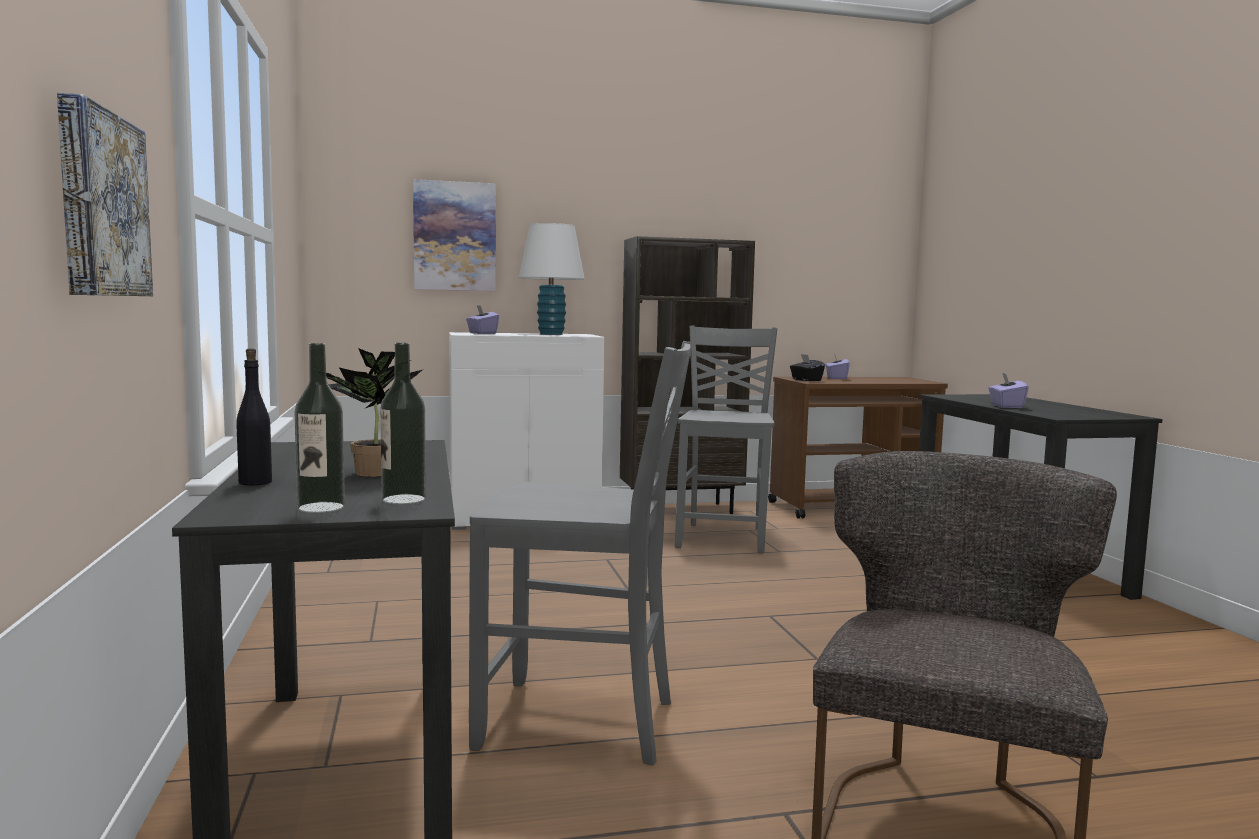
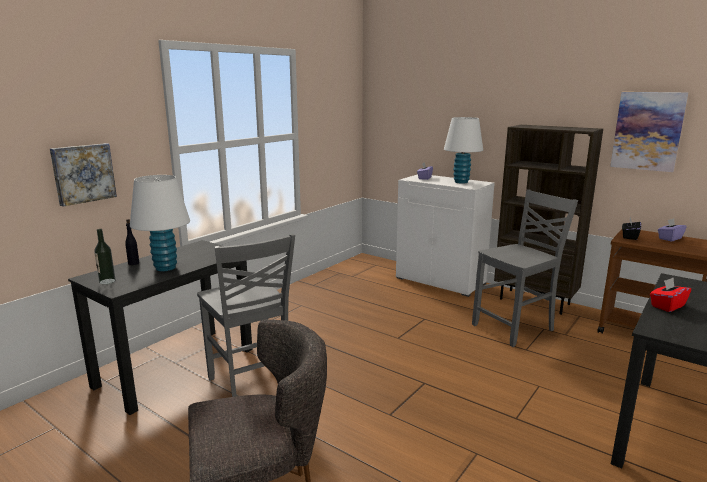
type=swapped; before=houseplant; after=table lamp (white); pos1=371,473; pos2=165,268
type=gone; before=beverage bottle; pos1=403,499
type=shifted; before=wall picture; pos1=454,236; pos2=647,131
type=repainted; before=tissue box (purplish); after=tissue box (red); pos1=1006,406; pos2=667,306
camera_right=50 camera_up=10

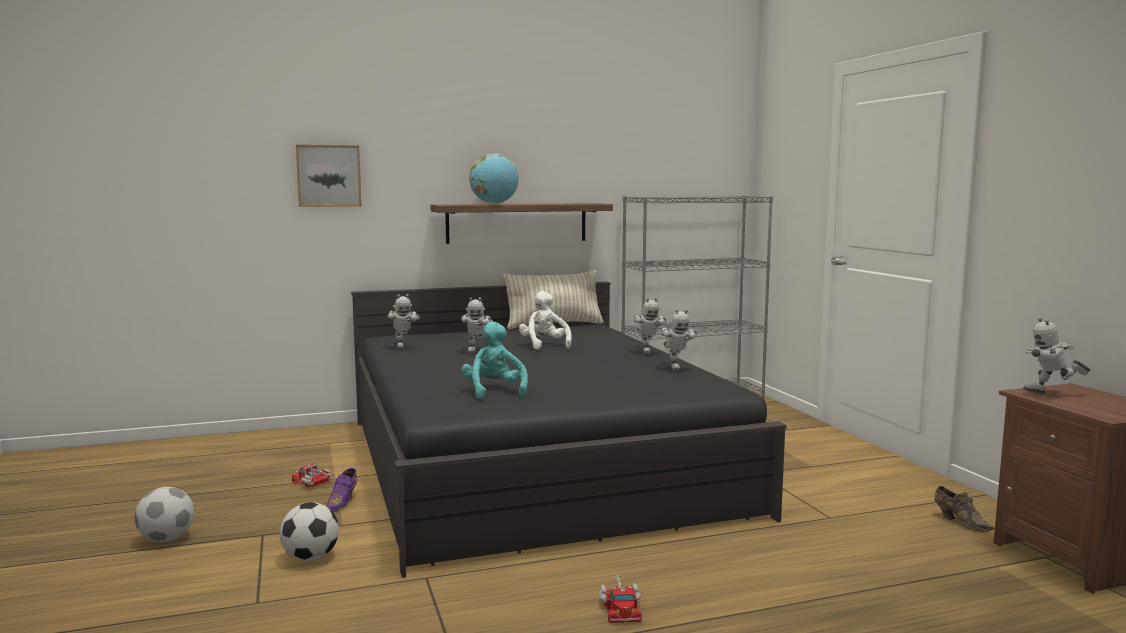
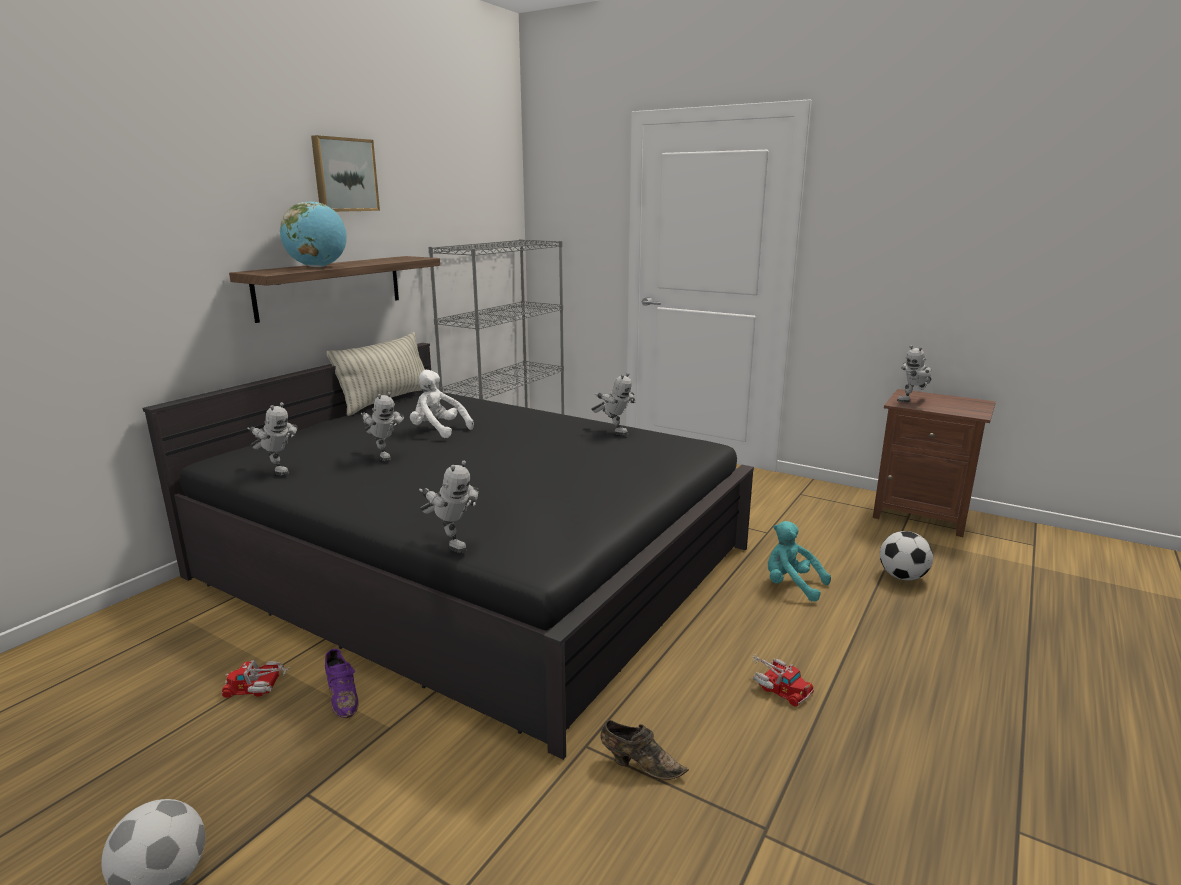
type=shifted; before=football; pos1=310,557; pos2=902,577
type=shifted; before=wall picture; pos1=328,176; pos2=344,175
type=shifted; before=plush toy (blue-green); pos1=494,392; pos2=791,585
type=shifted; before=model robot; pos1=647,351; pos2=451,543
type=shifted; before=shoe (brown-coloured); pos1=960,522; pos2=639,765
camera_right=-40 camera_up=10

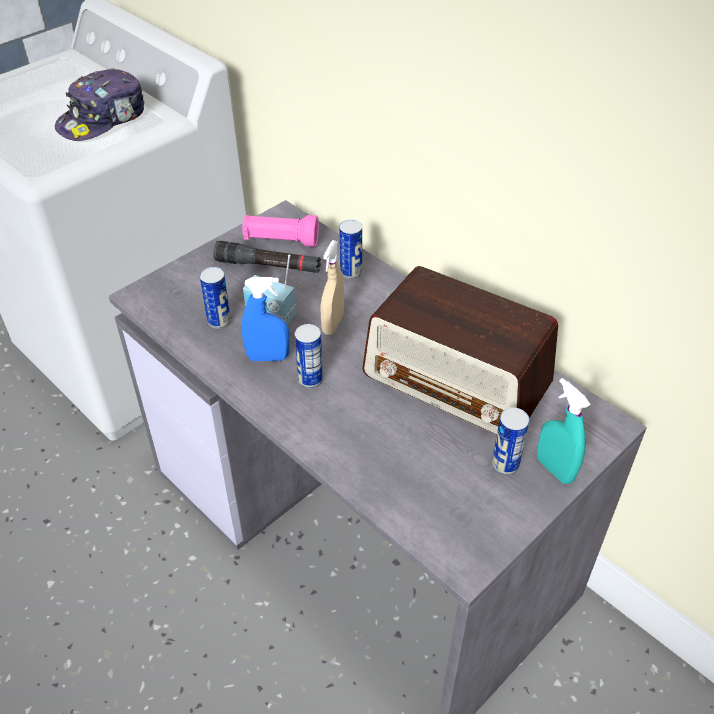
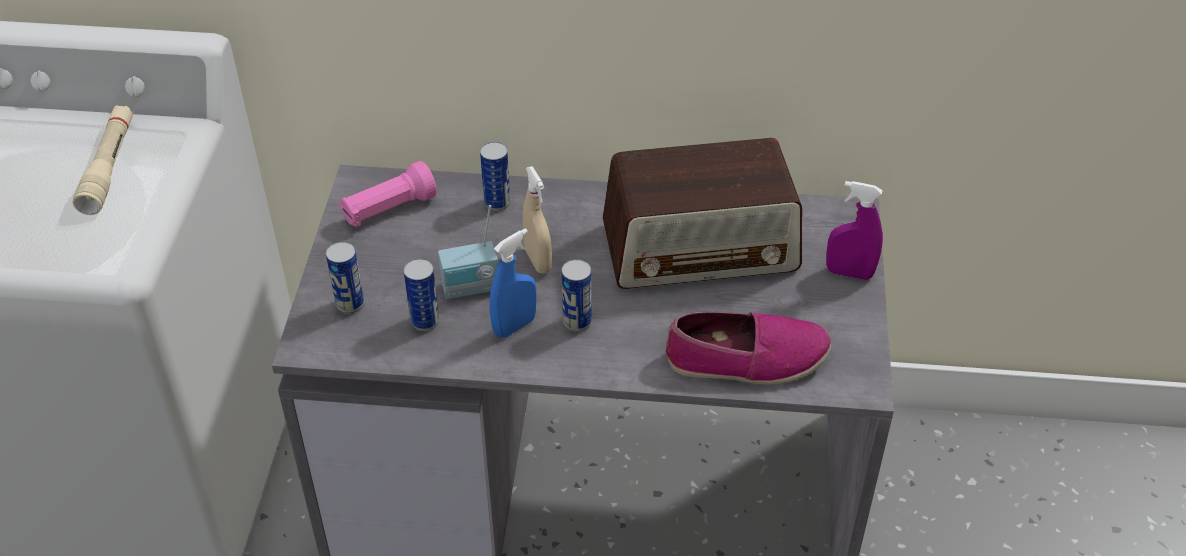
type=swapped; before=baseball cap; after=hand torch (beige); pos1=103,119; pos2=109,167
type=gone; before=hand torch (black-coloured); pos1=268,266
type=shifted; before=can; pos1=505,464; pos2=350,304
type=repainted; before=spray bottle (blue-green); after=spray bottle (purplish); pos1=554,469; pos2=849,273
type=new; after=shoe; pos2=746,359
camera_right=-40 camera_up=0

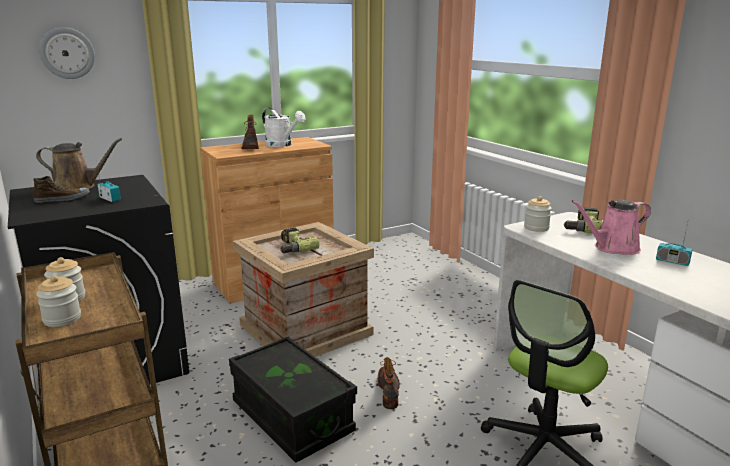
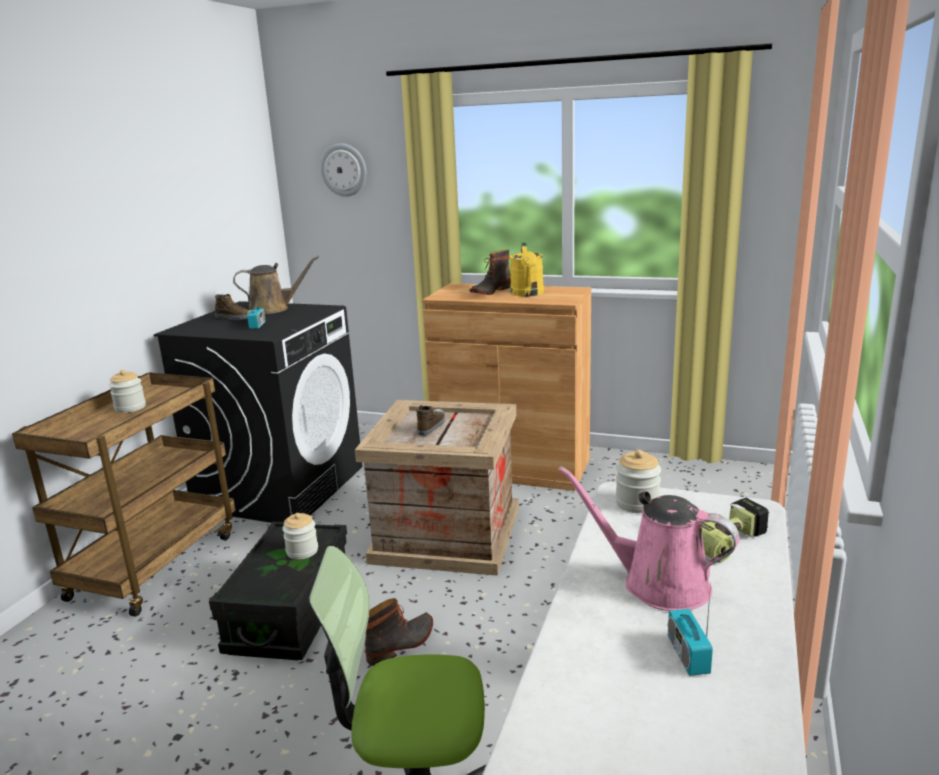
type=rotated; before=sprinkling can (brown-coloured); pos1=78,187; pos2=273,309; turn=-60
type=shifted; before=jar; pos1=62,319; pos2=302,551
type=repainted; before=sprinkling can (white); after=sprinkling can (yellow-coloured); pos1=282,145; pos2=527,294
type=swapped; before=electric drill; after=shoe; pos1=292,247; pos2=432,426
camera_right=50 camera_up=0

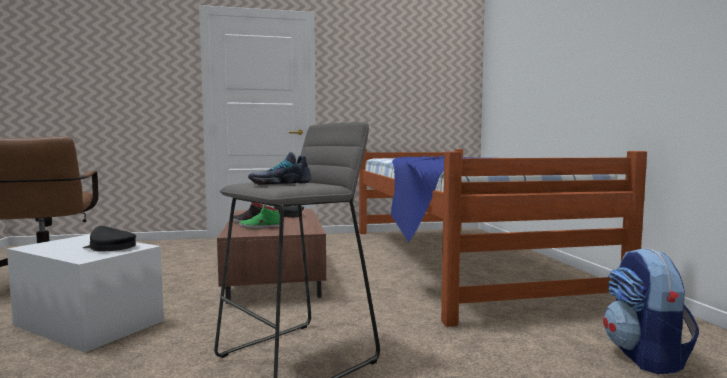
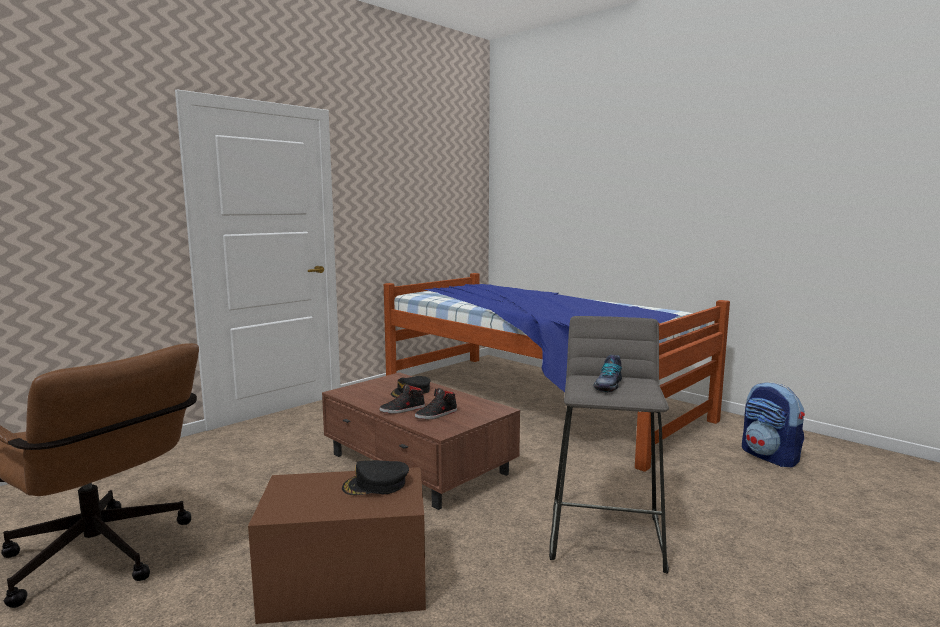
type=repainted; before=storage bin (white); after=storage bin (brown-coloured); pos1=88,323; pos2=346,583
type=repainted; before=shoe (greenish); after=shoe (black-coloured); pos1=260,227; pos2=436,415
camera_right=-35 camera_up=5

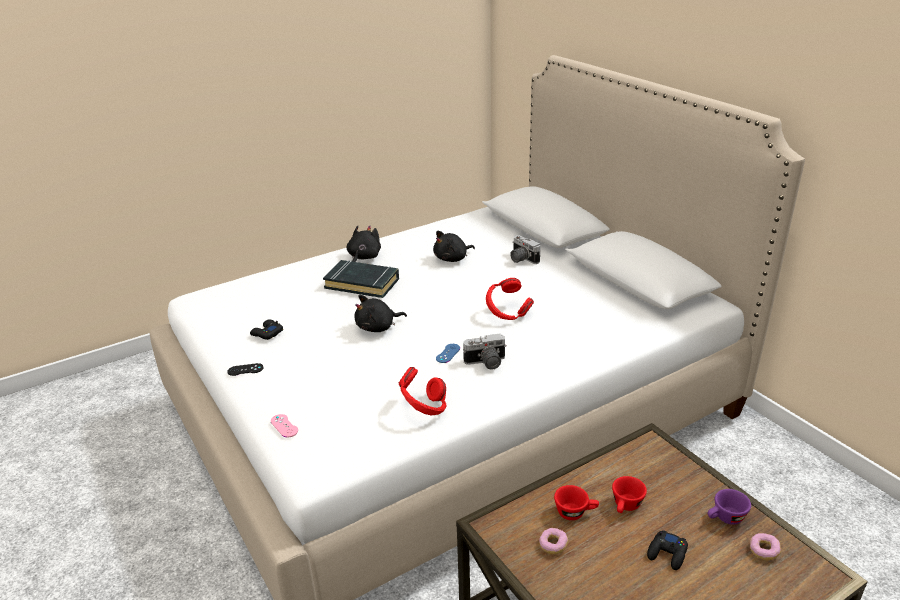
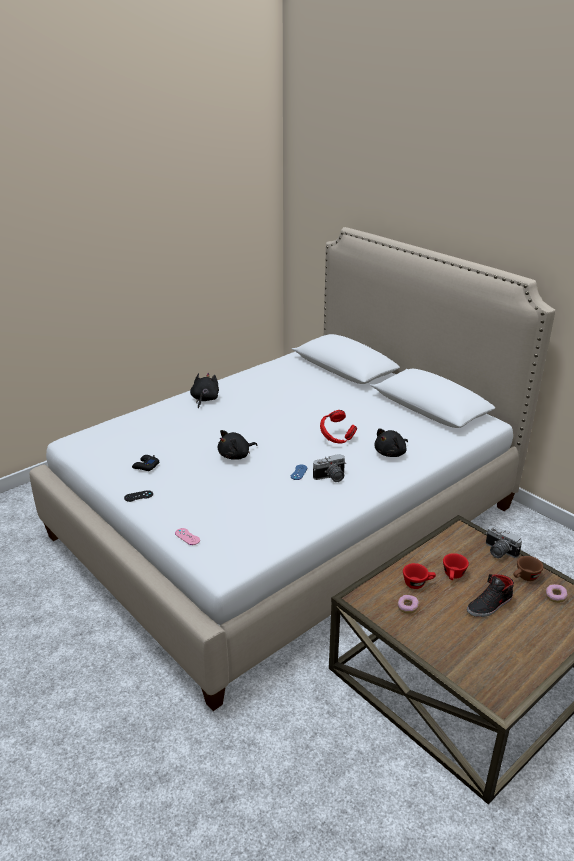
type=gone; before=volume (black-coloured); pos1=362,283
type=gone; before=headset (red); pos1=424,409
type=shifted; before=plush toy (black-coloured); pos1=452,259; pos2=391,453
type=shifted; before=still camera; pos1=521,259; pos2=498,552
type=swapped; before=gamepad (black-coloured); after=shoe (black-coloured); pos1=667,553; pos2=490,605
type=repainted; before=small cup (purplish); after=small cup (brown-coloured); pos1=725,518; pos2=525,577
camera_right=-10 camera_up=0

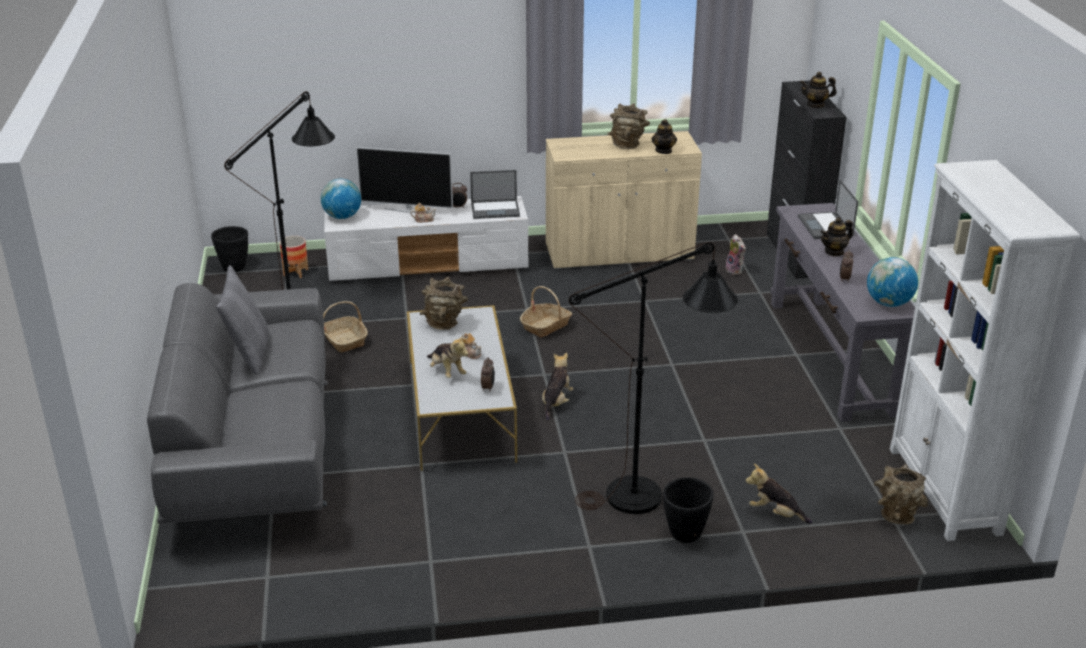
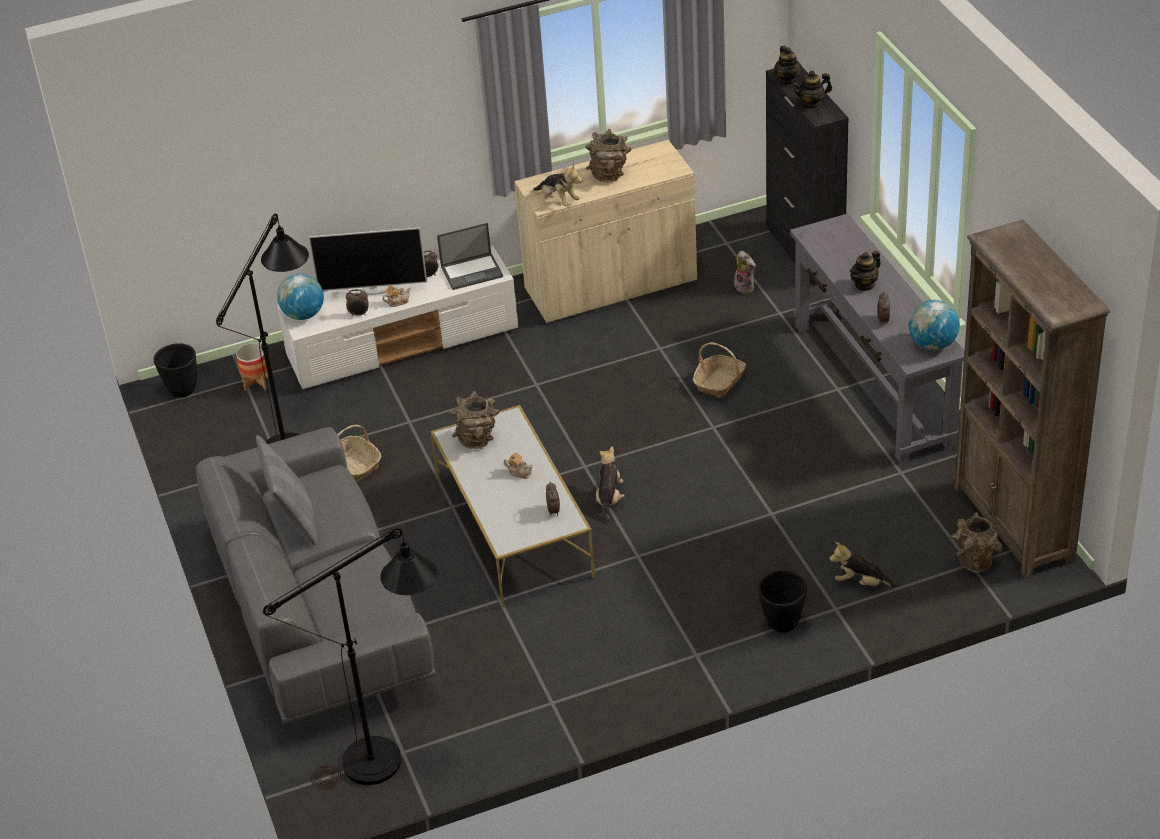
type=shifted; before=plush toy; pos1=447,371; pos2=558,200
type=shifted; before=basket; pos1=546,326; pos2=719,382
type=shifted; before=floor lamp (black-coloured); pos1=650,495; pos2=388,756
type=shifted; before=teapot; pos1=663,151; pos2=787,80
type=gone; before=portable computer; pos1=825,226
type=repainted; before=bookcase (white); after=bookcase (brown-coloured); pos1=944,491; pos2=1013,525
type=new; after=bedside clock; pos2=359,314
camera_right=-10 camera_up=10

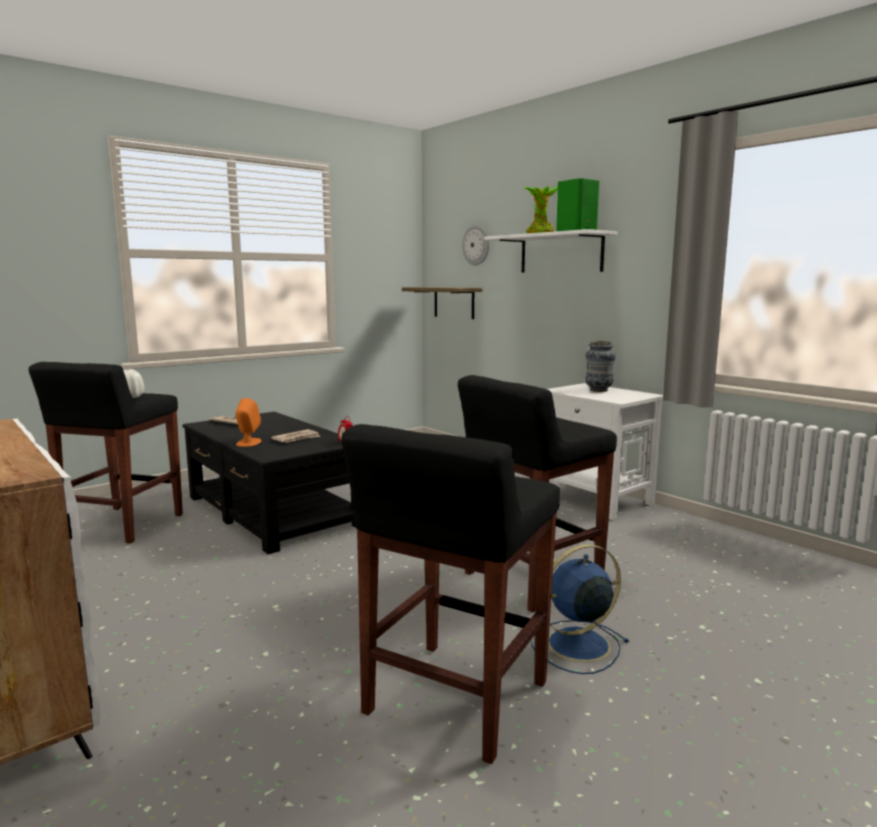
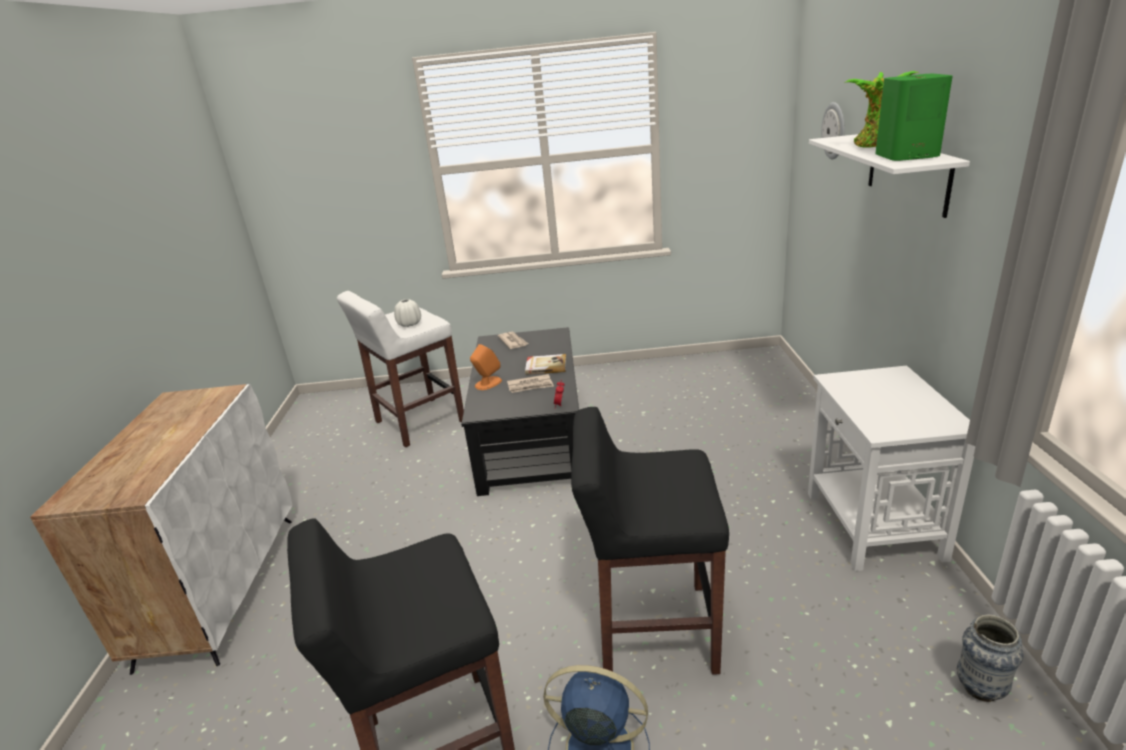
type=repainted; before=stool (black-coloured); after=stool (white); pos1=121,525; pos2=418,422
type=gone; before=shelf; pos1=454,302
type=shifted; before=decorative vase; pos1=598,390; pos2=980,688
type=new; after=volume; pos2=546,366
camera_right=40 camera_up=15

